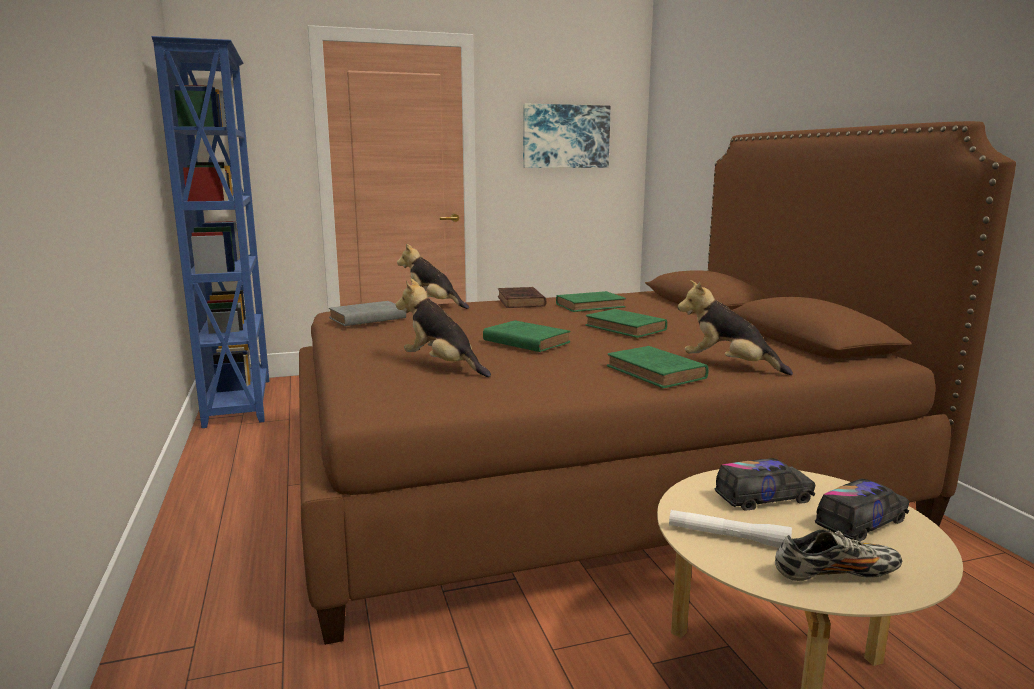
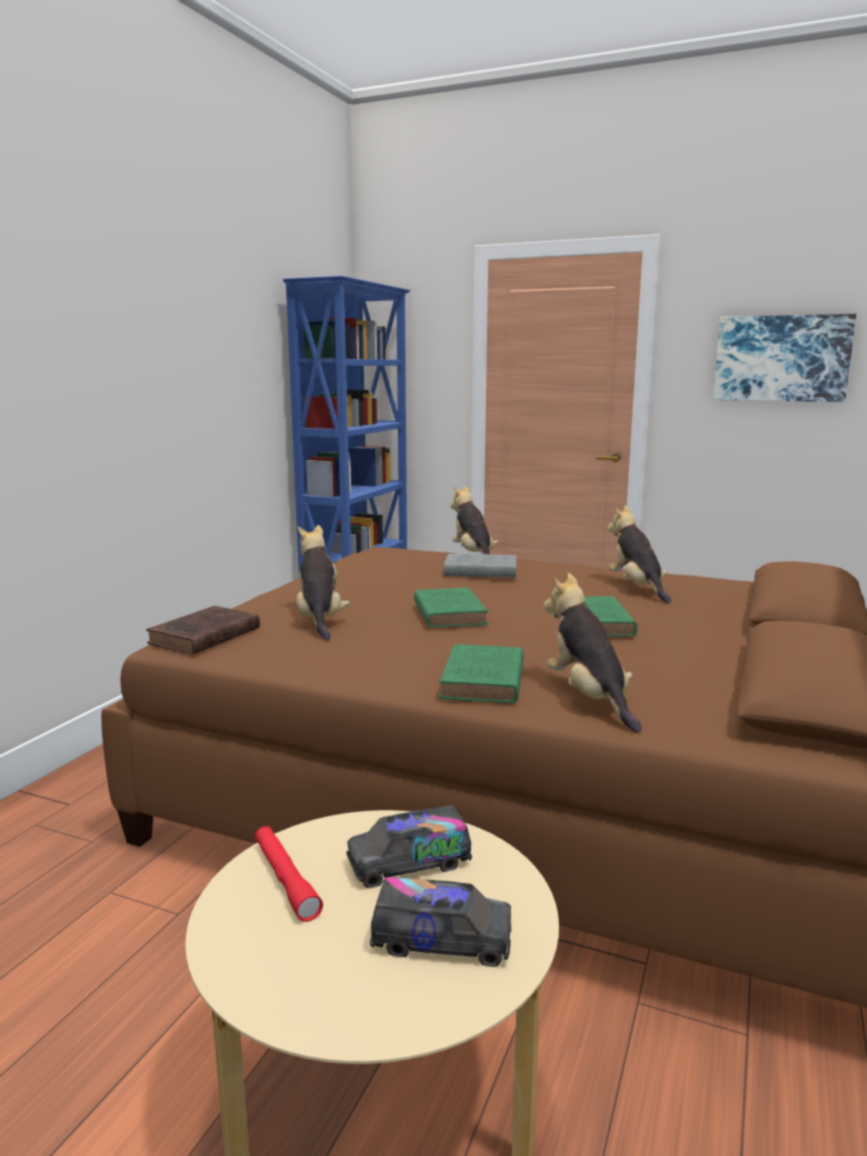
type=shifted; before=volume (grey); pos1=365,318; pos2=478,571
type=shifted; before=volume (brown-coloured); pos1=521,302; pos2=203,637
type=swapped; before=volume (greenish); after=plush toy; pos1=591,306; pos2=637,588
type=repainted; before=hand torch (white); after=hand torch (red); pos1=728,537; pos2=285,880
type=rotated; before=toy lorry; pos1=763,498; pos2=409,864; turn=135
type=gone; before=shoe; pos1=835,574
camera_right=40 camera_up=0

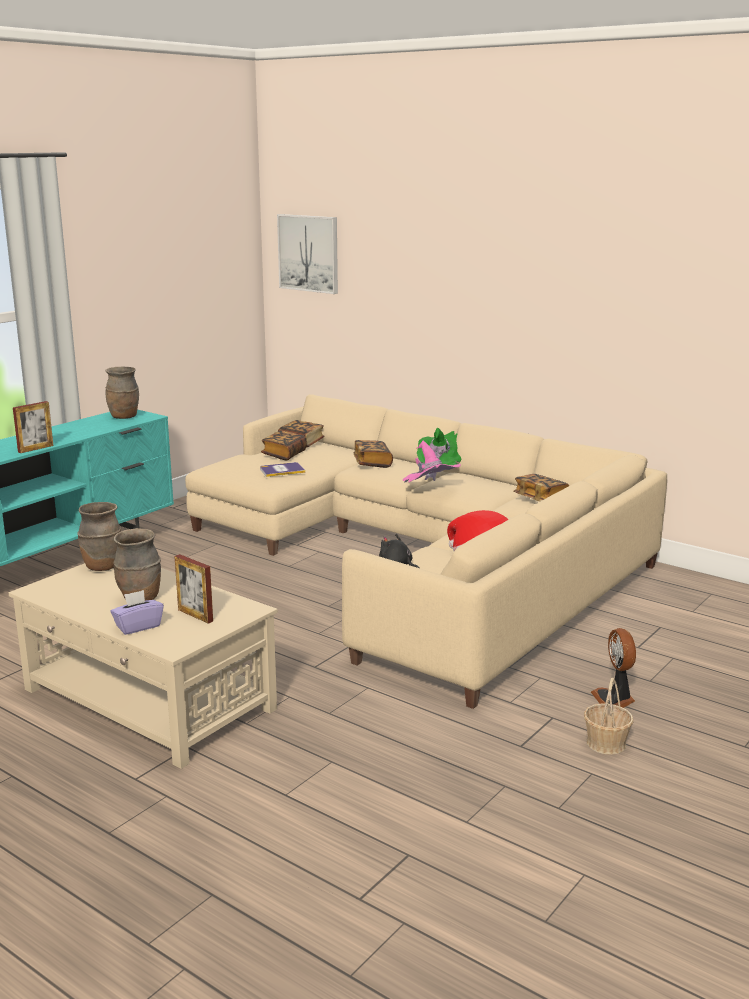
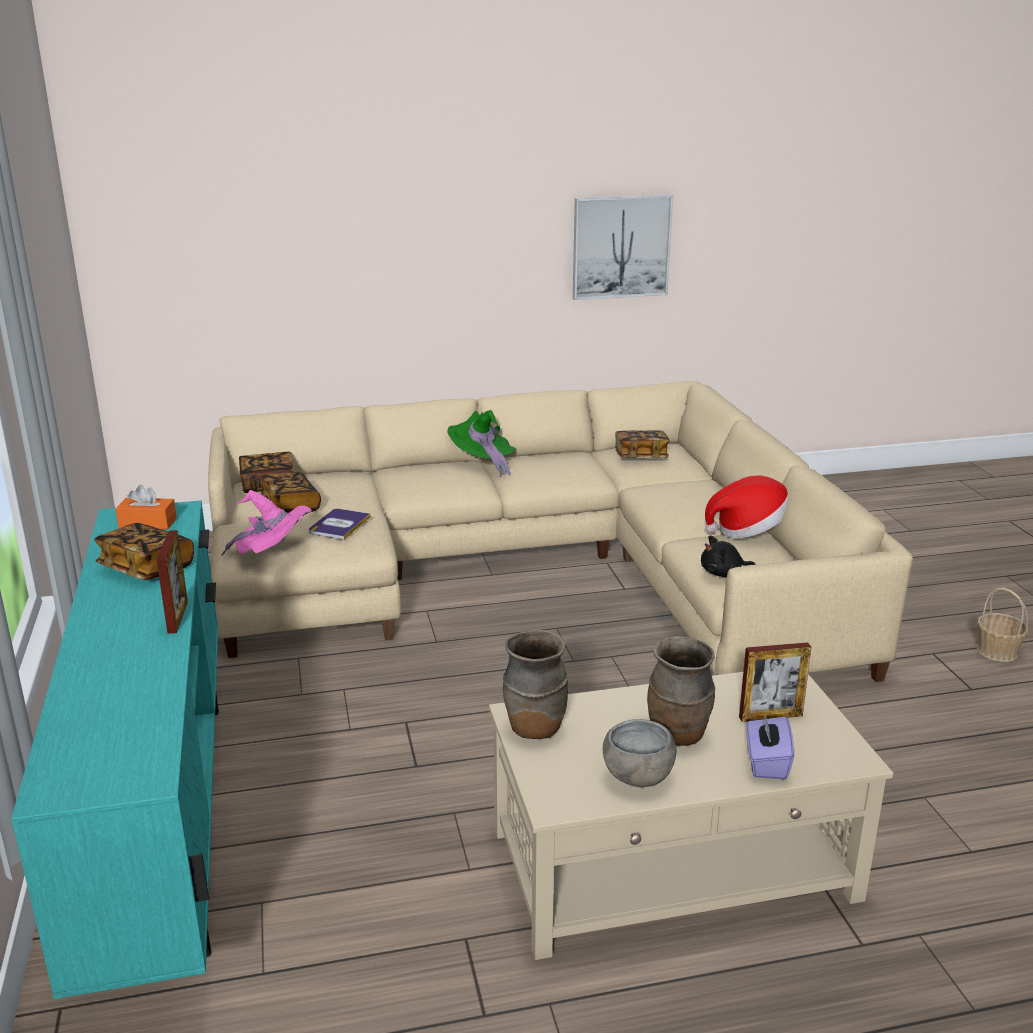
type=swapped; before=decorative vase (brown-coloured); after=tissue box (orangey); pos1=124,417; pos2=148,523
type=shifted; before=wall picture; pos1=308,253; pos2=621,247
type=shifted; before=volume; pos1=372,463; pos2=146,568
type=shifted; before=clothing hat (pink-coloured); pos1=429,491; pos2=273,554
type=gone; before=cooling fan; pos1=614,699
type=new; after=deep dish (grey); pos2=639,778
camera_right=-50 camera_up=5

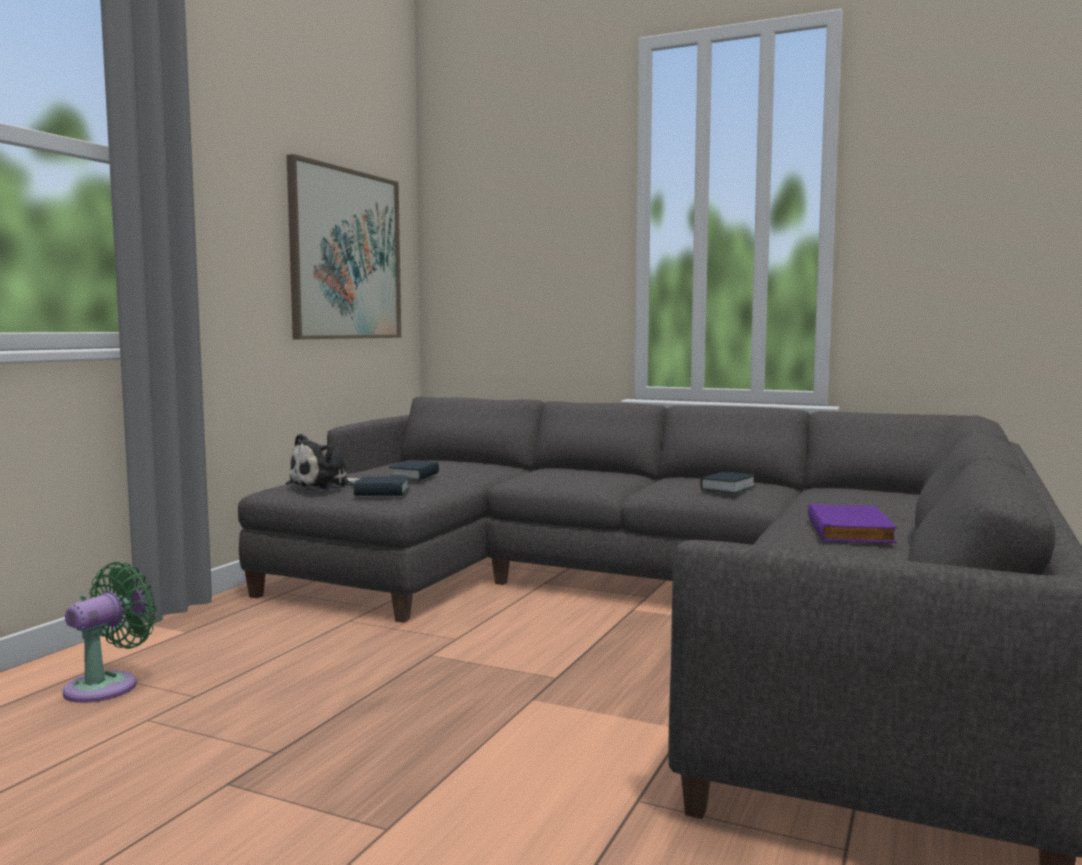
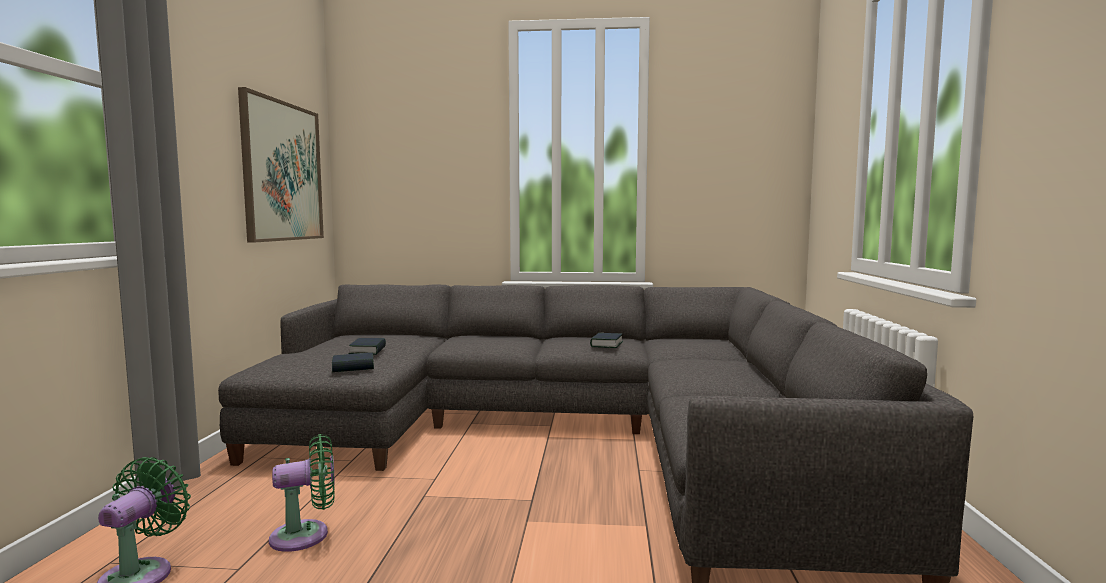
type=gone; before=plush toy; pos1=325,486
type=gone; before=volume (purplish); pos1=852,530
type=new; after=cooling fan (greenish); pos2=306,535
camera_right=-20 camera_up=0

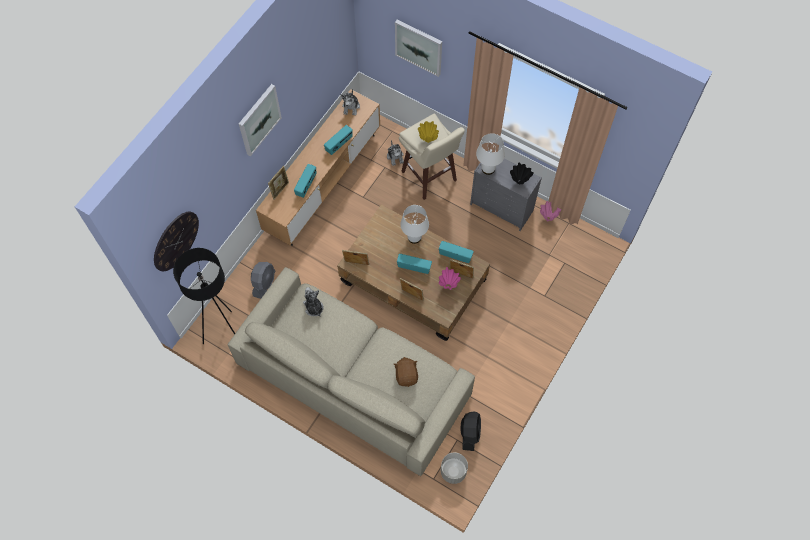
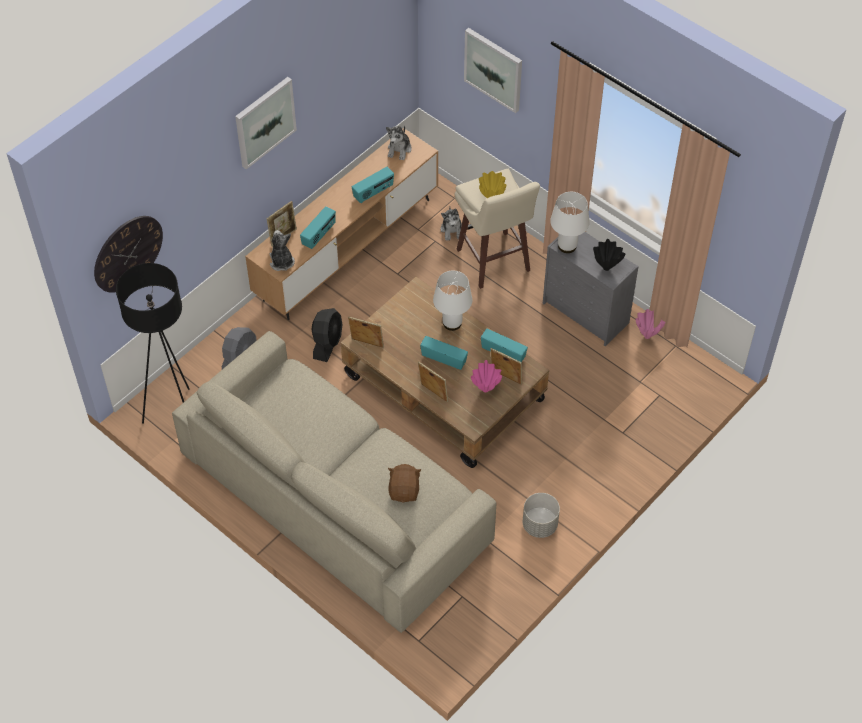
type=shifted; before=plush toy; pos1=313,307; pos2=281,262
type=shifted; before=flower pot (grey); pos1=453,471; pos2=539,525
type=shifted; before=cooling fan (black-coloured); pos1=469,433; pos2=327,343
camera_right=10 camera_up=-10

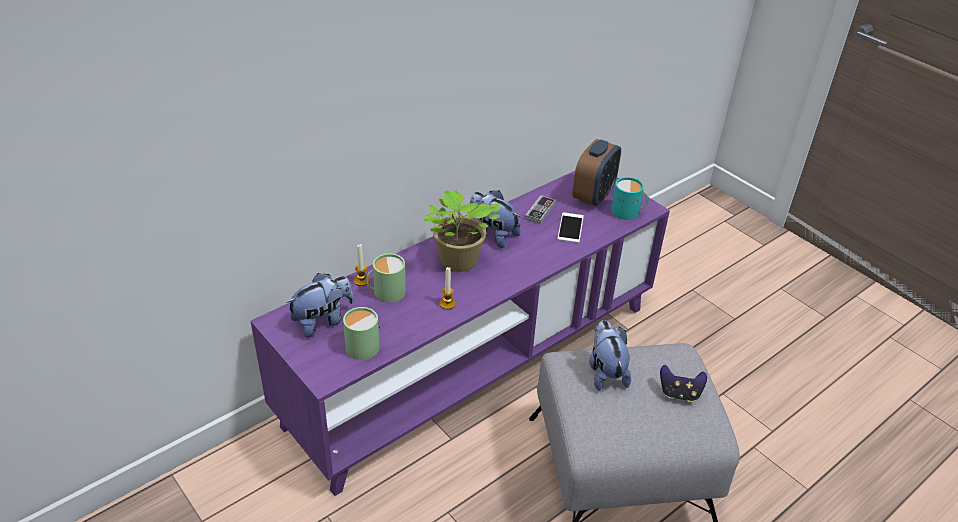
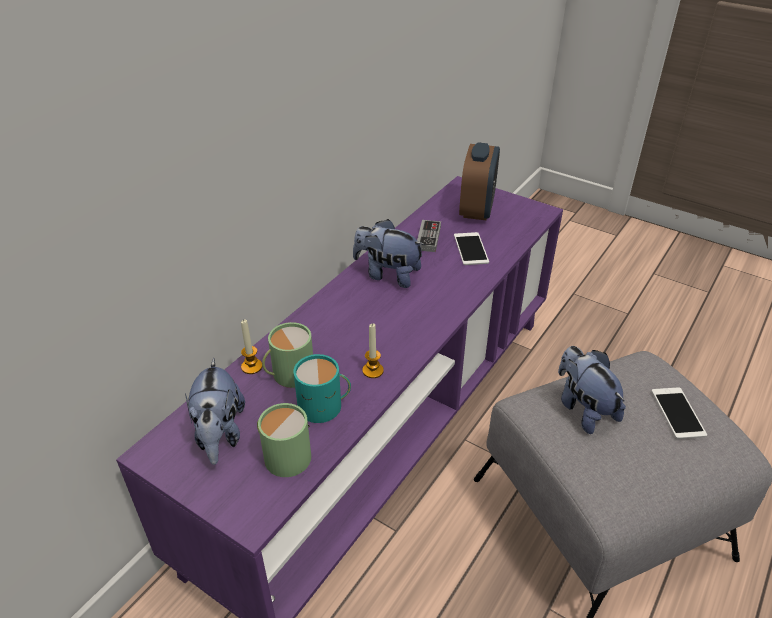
type=rotated; before=plush toy; pos1=323,321; pos2=220,434; turn=135
type=gone; before=houseplant; pos1=457,262
type=shifted; before=mug (blue-green); pos1=628,212; pos2=325,406
type=swapped; before=gamepad; after=telephone; pos1=679,393; pos2=678,413
camera_right=-15 camera_up=0

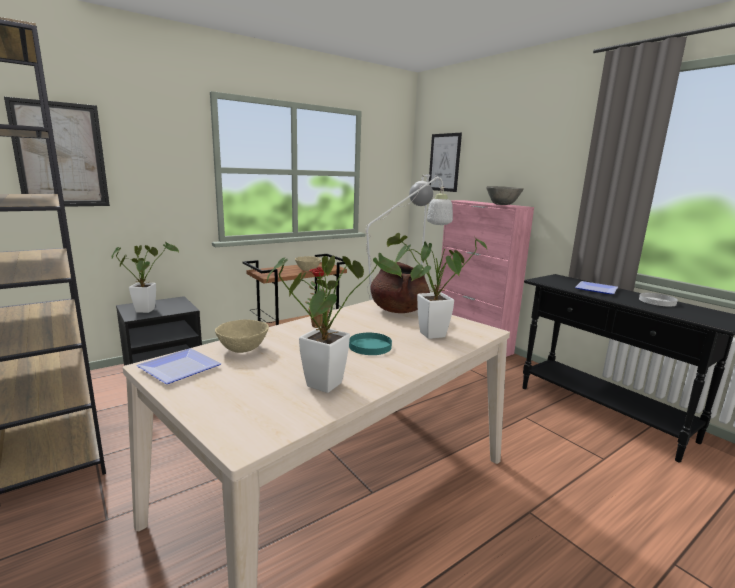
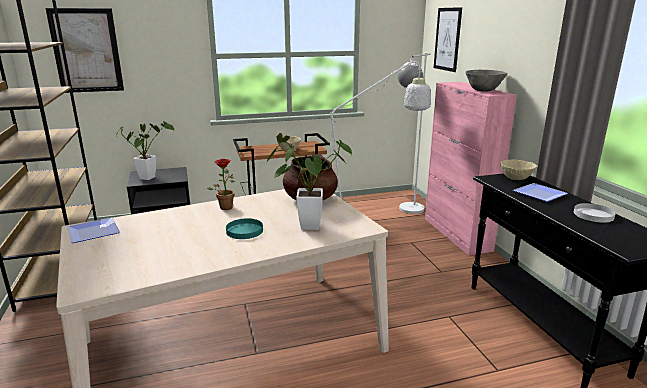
type=shifted; before=deep dish (beige); pos1=242,349; pos2=515,178
type=gone; before=houseplant; pos1=329,382
camera_right=20 camera_up=5

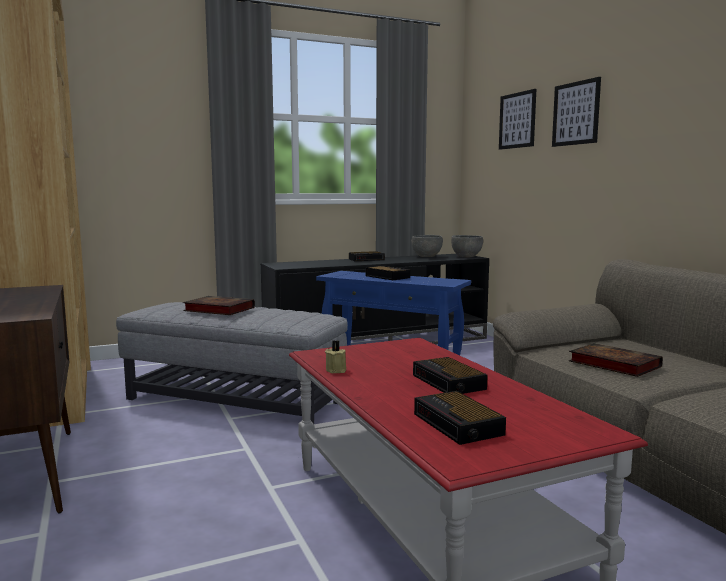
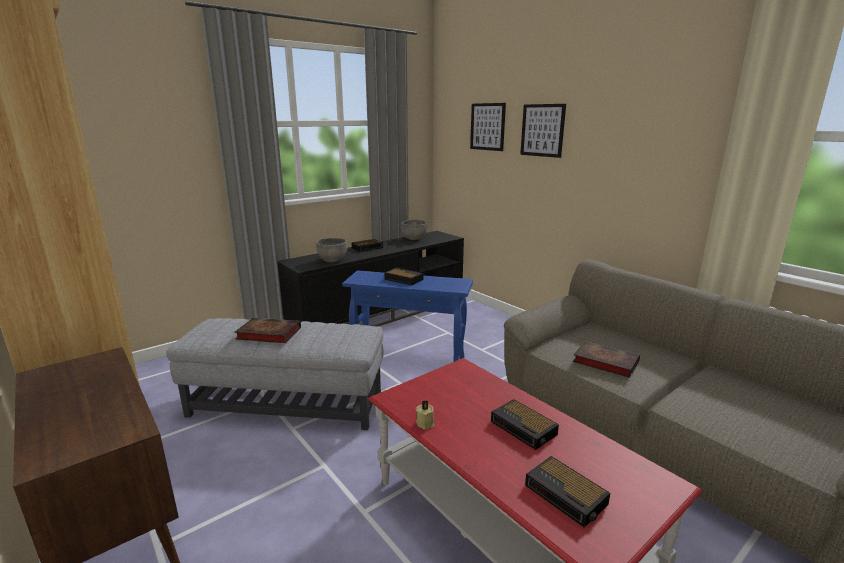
type=shifted; before=deep dish (grey); pos1=466,257; pos2=332,260
camera_right=-15 camera_up=10

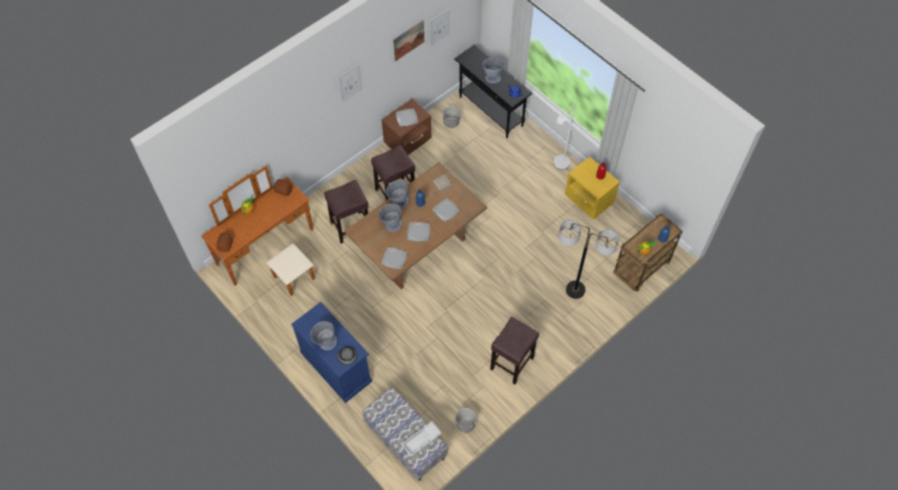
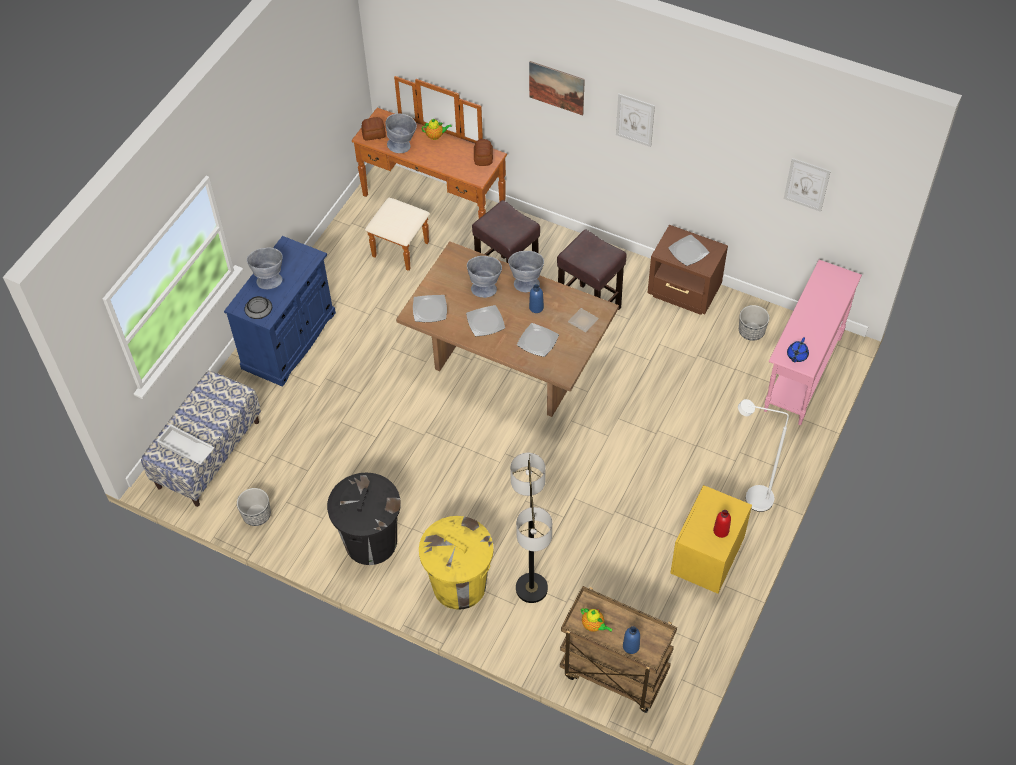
type=shifted; before=wall picture; pos1=408,40; pos2=556,87
type=repainted; before=hall table (black-coloured); after=hall table (pink-coloured); pos1=491,111; pos2=802,374
type=shifted; before=deep dish (grey); pos1=492,76; pos2=403,145
type=swapped; before=stool (brown-coloured); after=waste bin (black-coloured); pos1=511,364; pos2=370,542
type=new; after=waste bin (yellow-coloured); pos2=459,585
camera_right=70 camera_up=-5

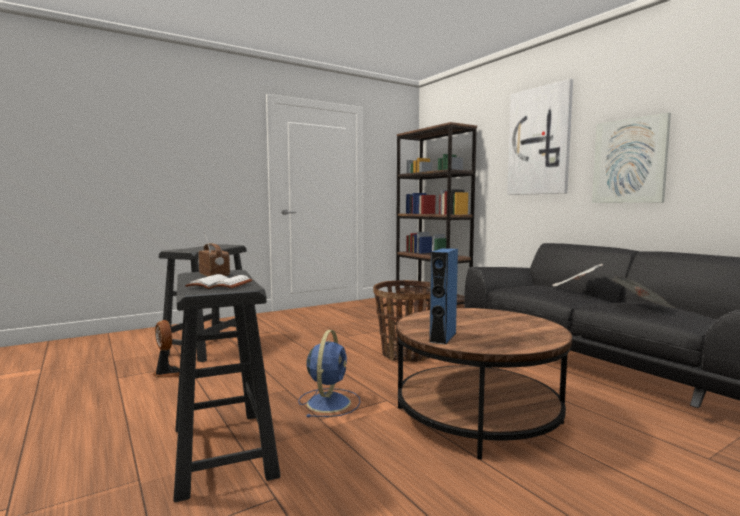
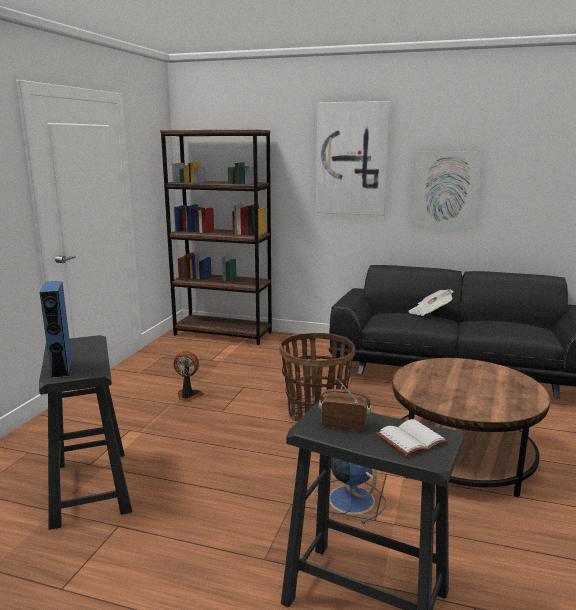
type=shifted; before=cooling fan; pos1=167,373; pos2=188,396
type=shifted; before=speaker (bluish); pos1=443,337; pos2=61,369
type=gone; before=daily paper; pos1=642,307
camera_right=-40 camera_up=10

